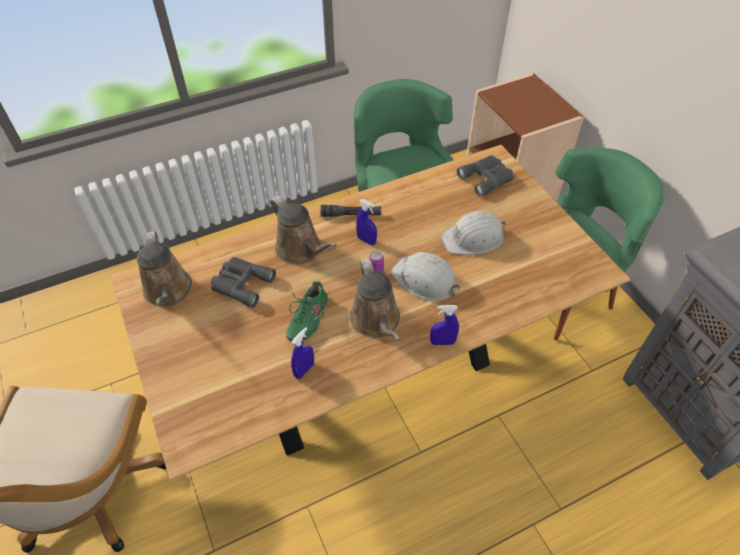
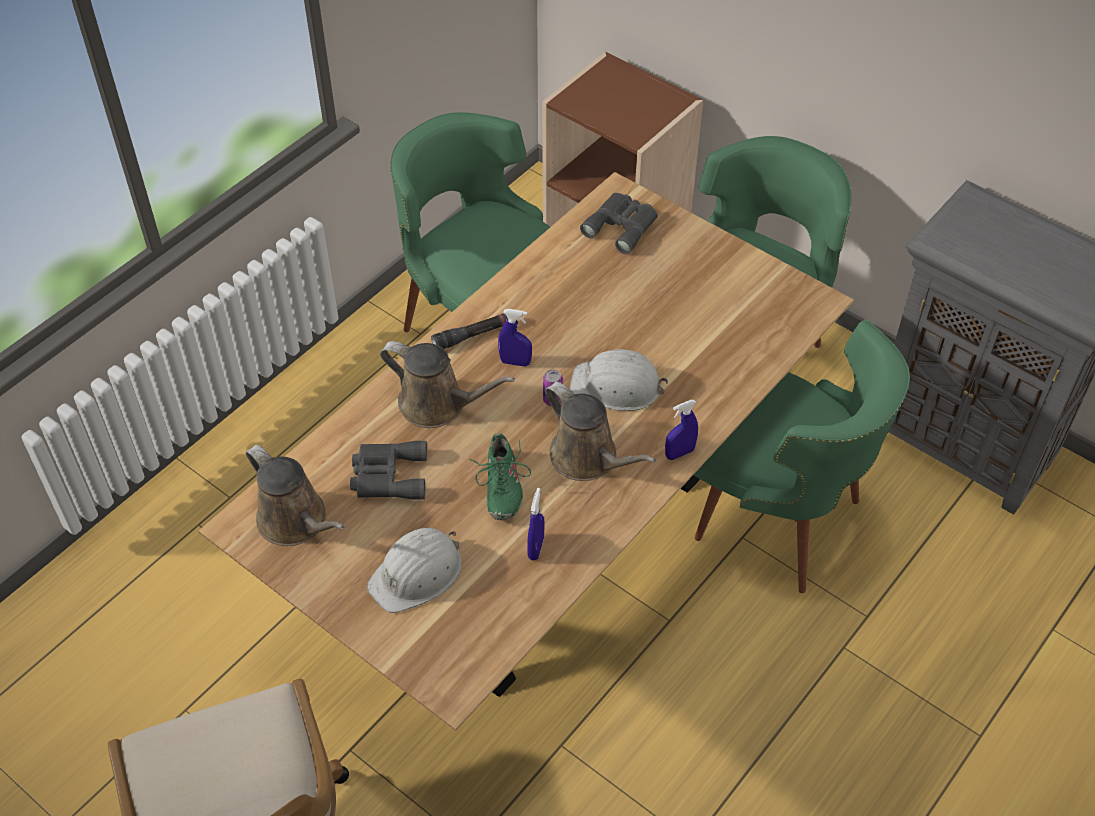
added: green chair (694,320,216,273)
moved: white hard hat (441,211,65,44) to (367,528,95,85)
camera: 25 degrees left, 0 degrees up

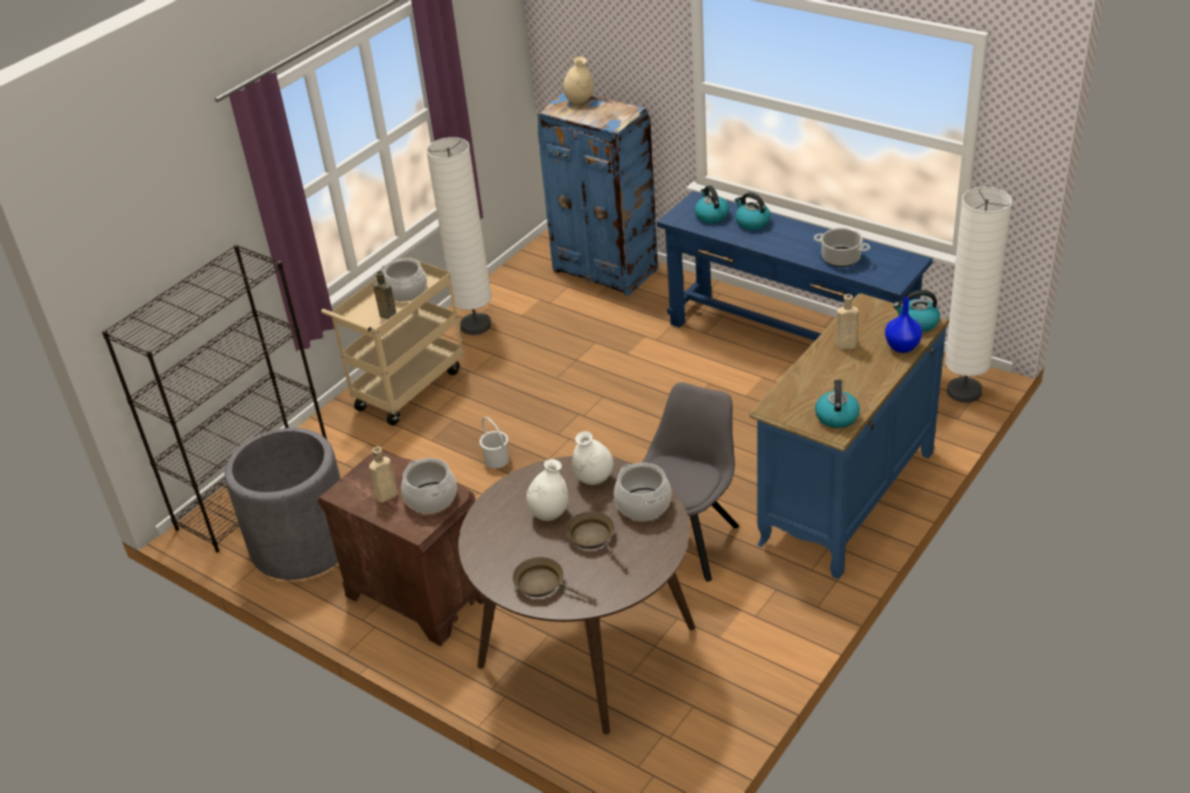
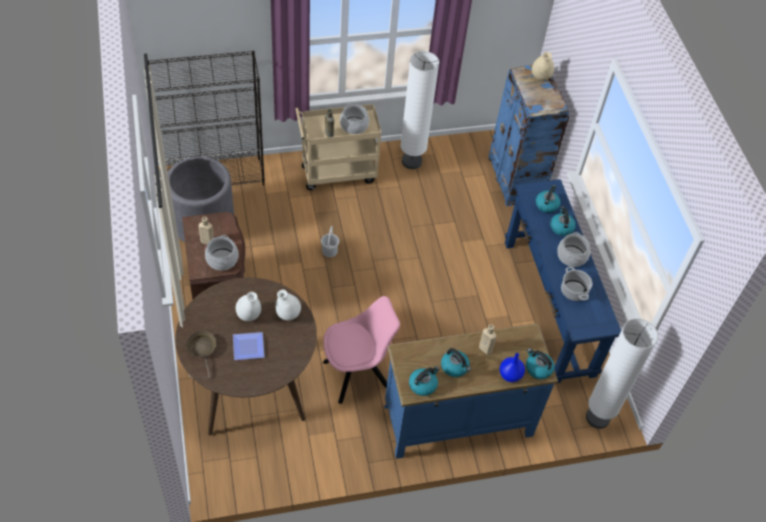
added: kettle (441,348,30,29)
moved: cooking pot (614,463,57,58) to (557,232,33,35)
replaced: brown frying pan (565,511,63,60) to plate (233,332,32,28)
recoloured: grey chair (642,383,97,199) to pink chair (323,296,77,108)
camera: 35 degrees right, 15 degrees up

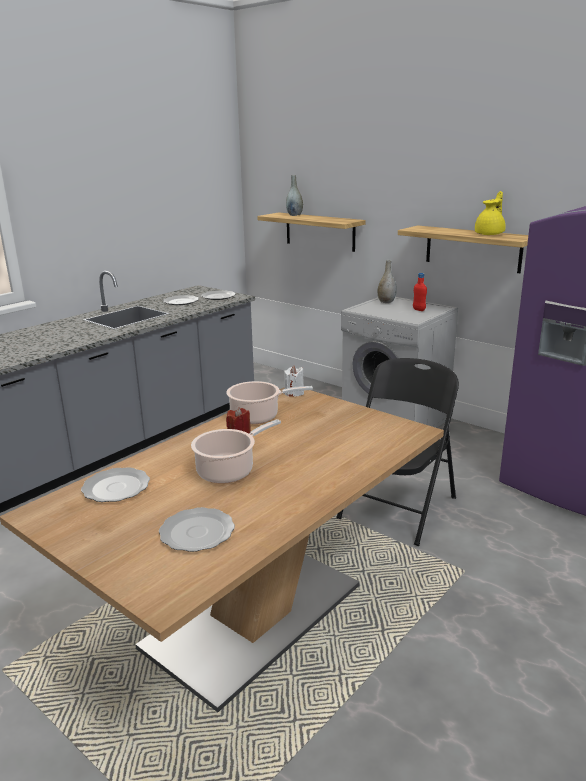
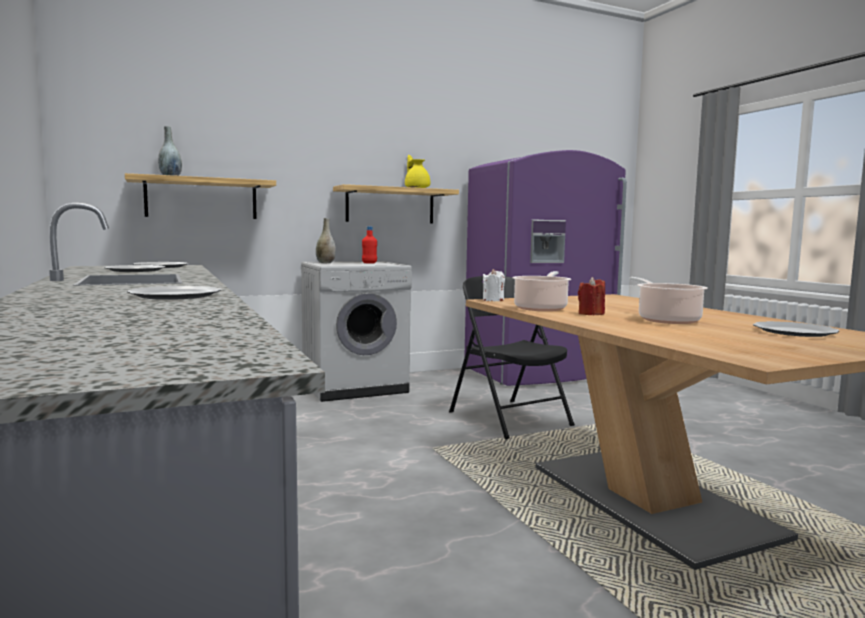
moved: plate (81,467,69,35) to (127,286,95,14)
camera: 65 degrees left, 15 degrees down

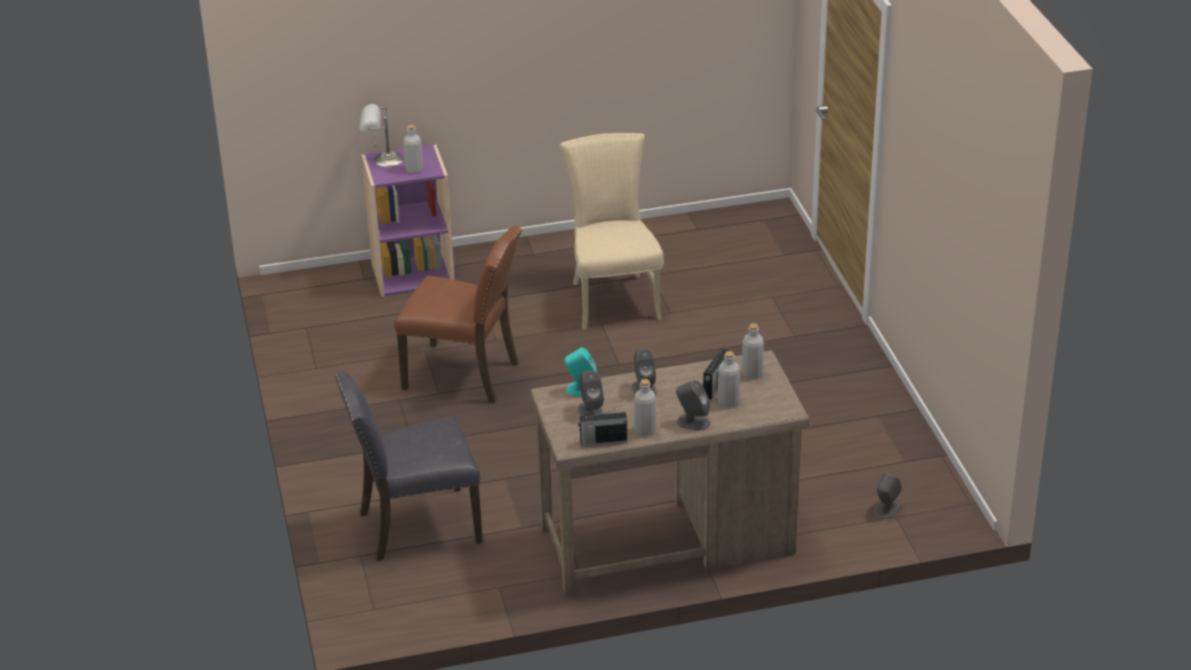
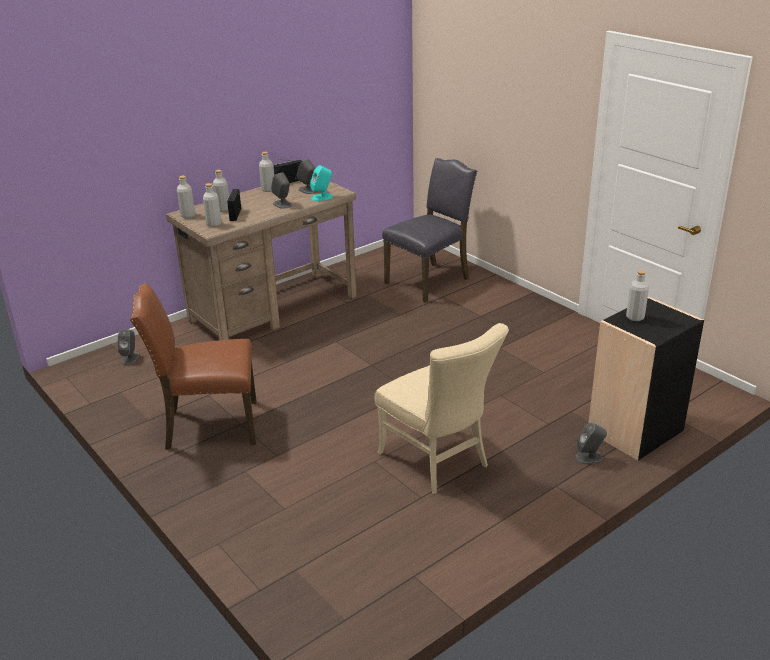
removed: white table lamp (360,104,44,63)
added: grey bottle (177,176,18,42)
moved: brown chair (394,226,128,177) to (130,283,127,167); grey speaker (676,380,34,50) to (575,423,32,41)
recoloured: purple bookcase (361,144,94,153) to black bookcase (589,297,115,163)
camera: 155 degrees right, 5 degrees down

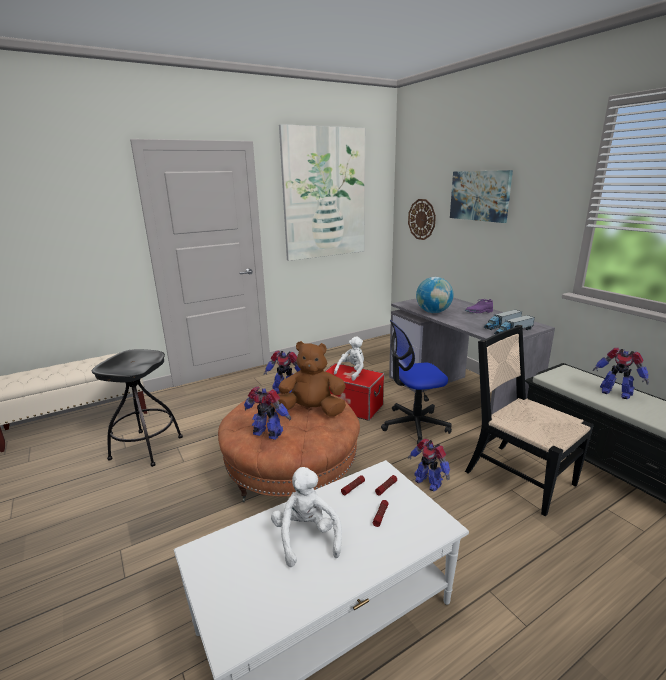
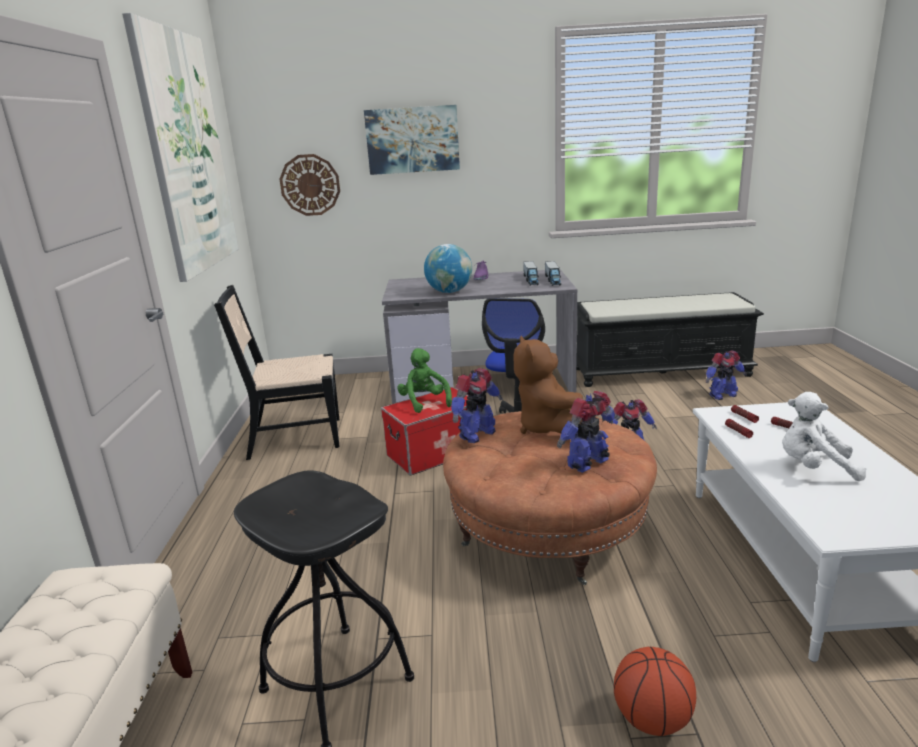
added: basketball (614,647,82,89)
moved: chair (465,325,129,191) to (214,285,126,175); toy robot (593,348,56,51) to (706,350,41,50)
recoloured: white plush toy (334,336,30,45) to green plush toy (397,348,55,65)
turned: brown plush toy (274,341,72,75) = (513,335,70,99) 45 degrees counterclockwise
camera: 60 degrees left, 0 degrees up

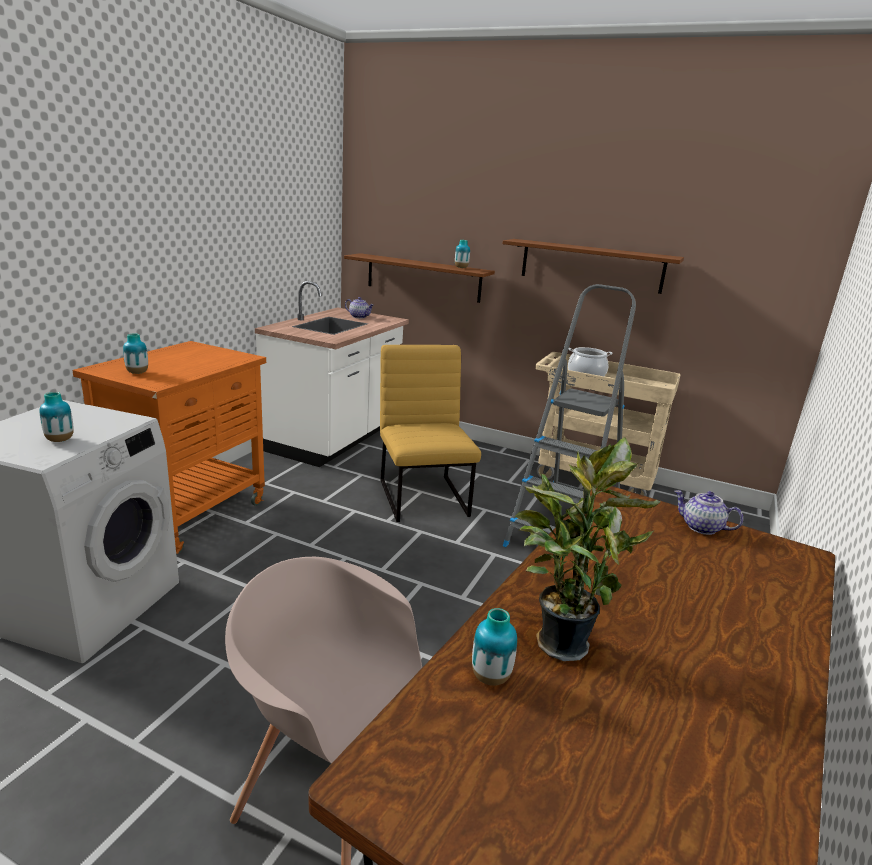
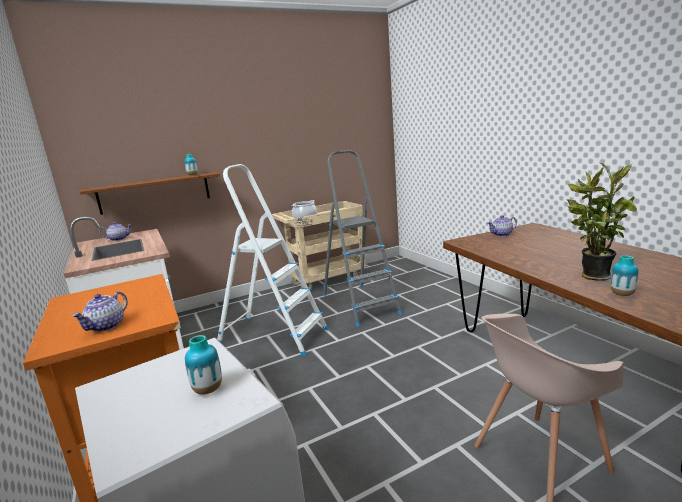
removed: brown shelf (503,239,181,55)
replaced: vase (123,333,25,41) to teapot (72,291,56,41); yellow chair (380,345,101,177) to white step ladder (217,164,112,192)
camera: 50 degrees left, 5 degrees down

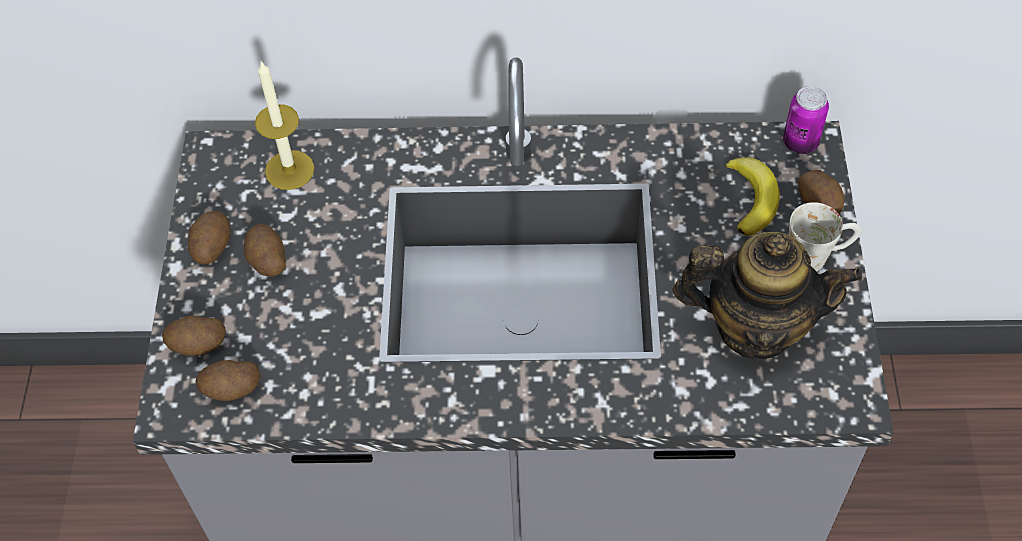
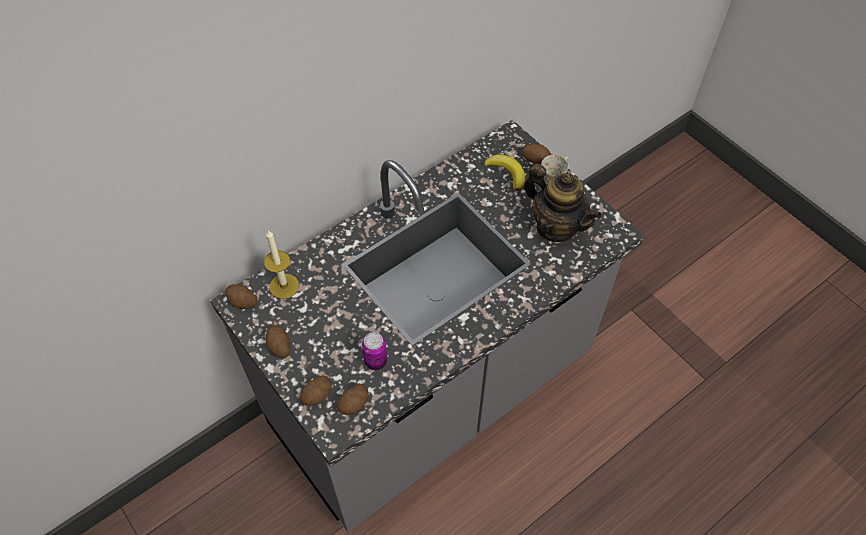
moved: can (783,86,46,68) to (362,332,25,38); potato (244,224,42,53) to (225,284,32,25)
turned: teapot (672,232,190,127) = (524,164,78,78) 75 degrees clockwise
camera: 40 degrees left, 0 degrees up

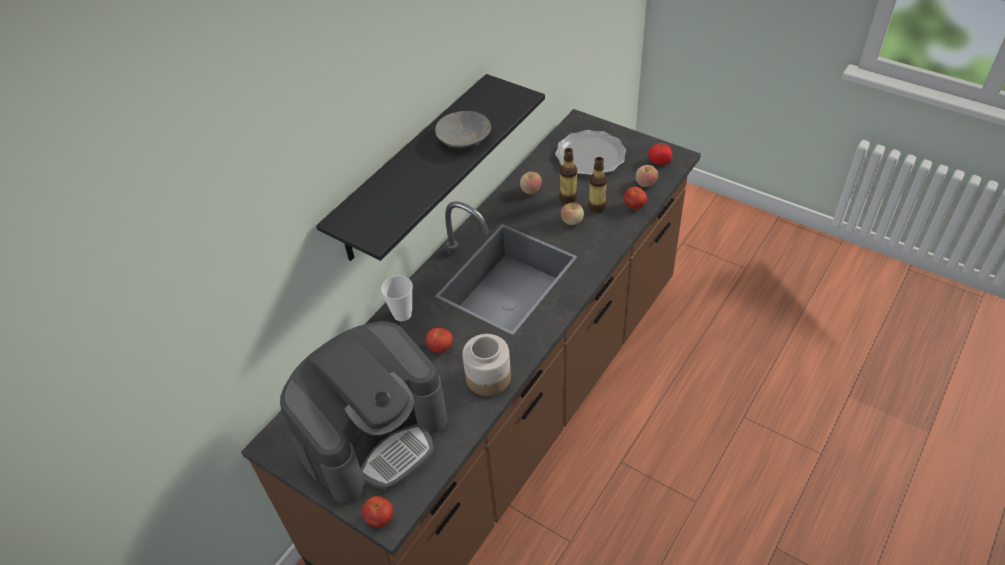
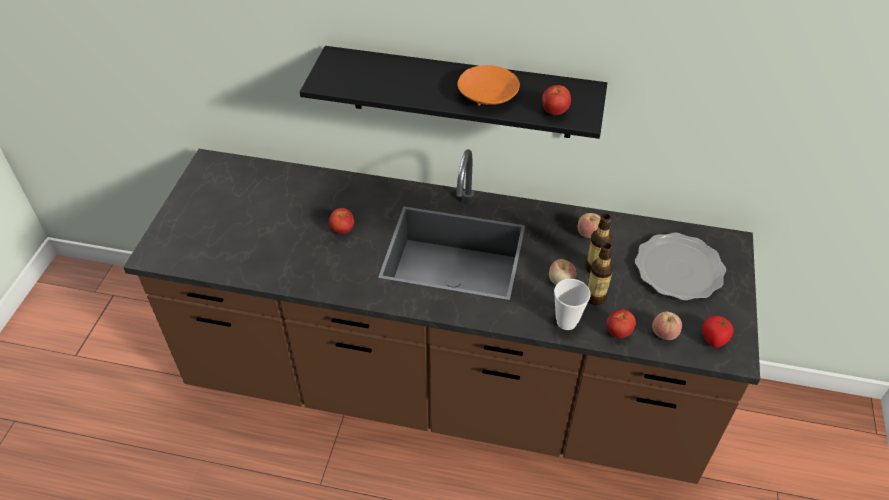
removed: coffee machine (280,321,168,182); jar (462,334,49,62)
moved: cup (381,276,32,46) to (554,279,37,51); tomato (362,496,32,32) to (542,85,29,30)
recoloured: grey bowl (435,111,56,37) to orange bowl (457,65,63,41)
camera: 65 degrees right, 0 degrees up

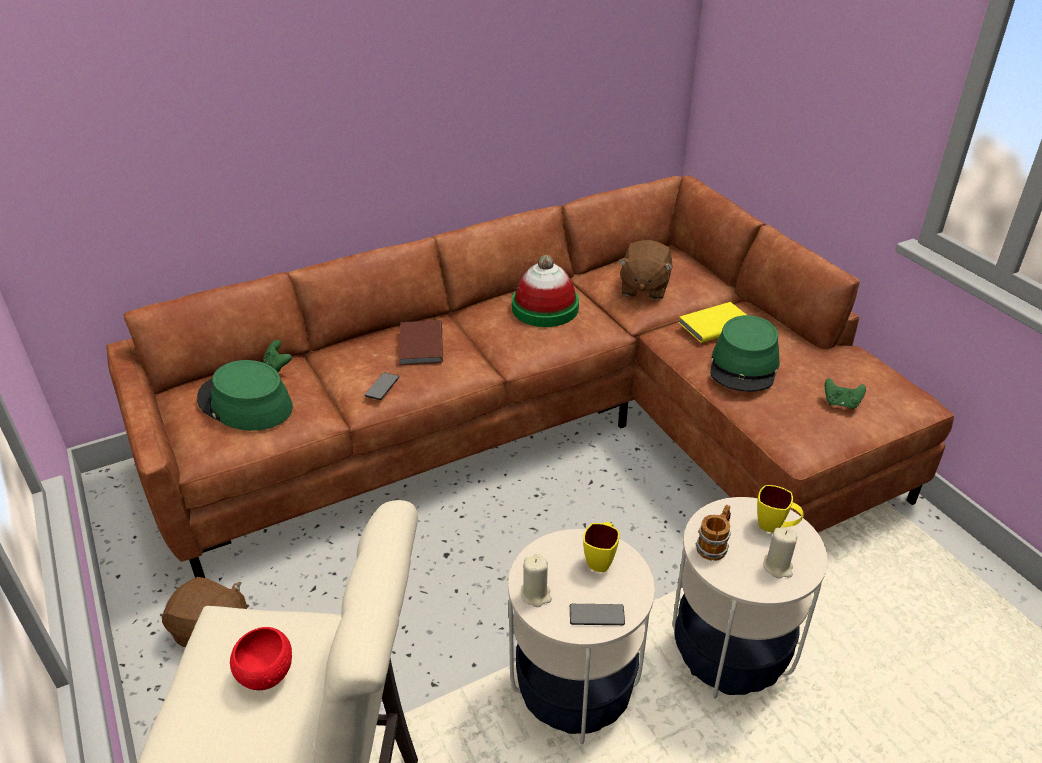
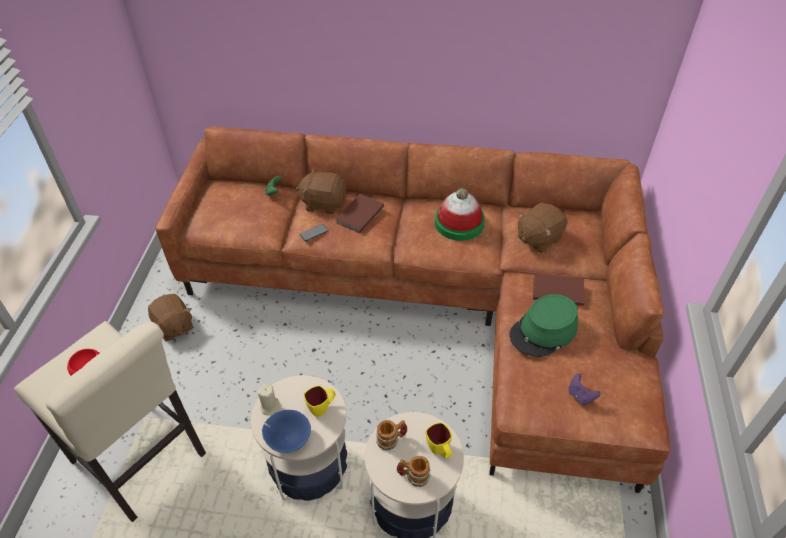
removed: green hat (197,360,96,71)
added: brown plush toy (296,168,50,46)
replaced: beige candle (763,527,34,51) to mug (397,456,34,31); phone (570,604,55,21) to blue bowl (262,410,49,43)
recoloured: yellow book (678,302,68,41) to brown book (533,273,52,33); green game controller (825,378,41,31) to purple game controller (568,374,33,31)
camera: 35 degrees right, 10 degrees up

